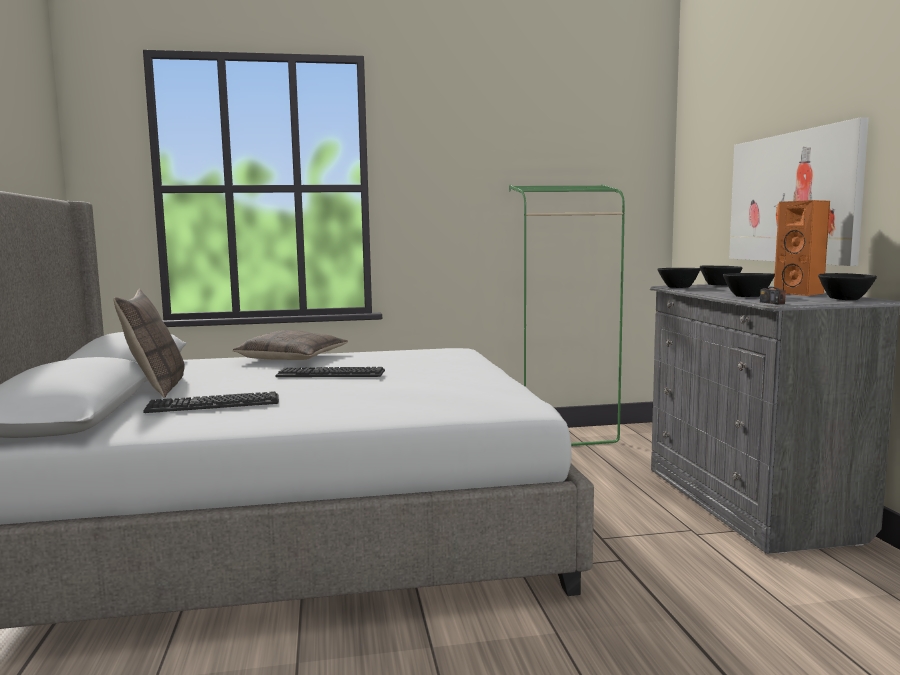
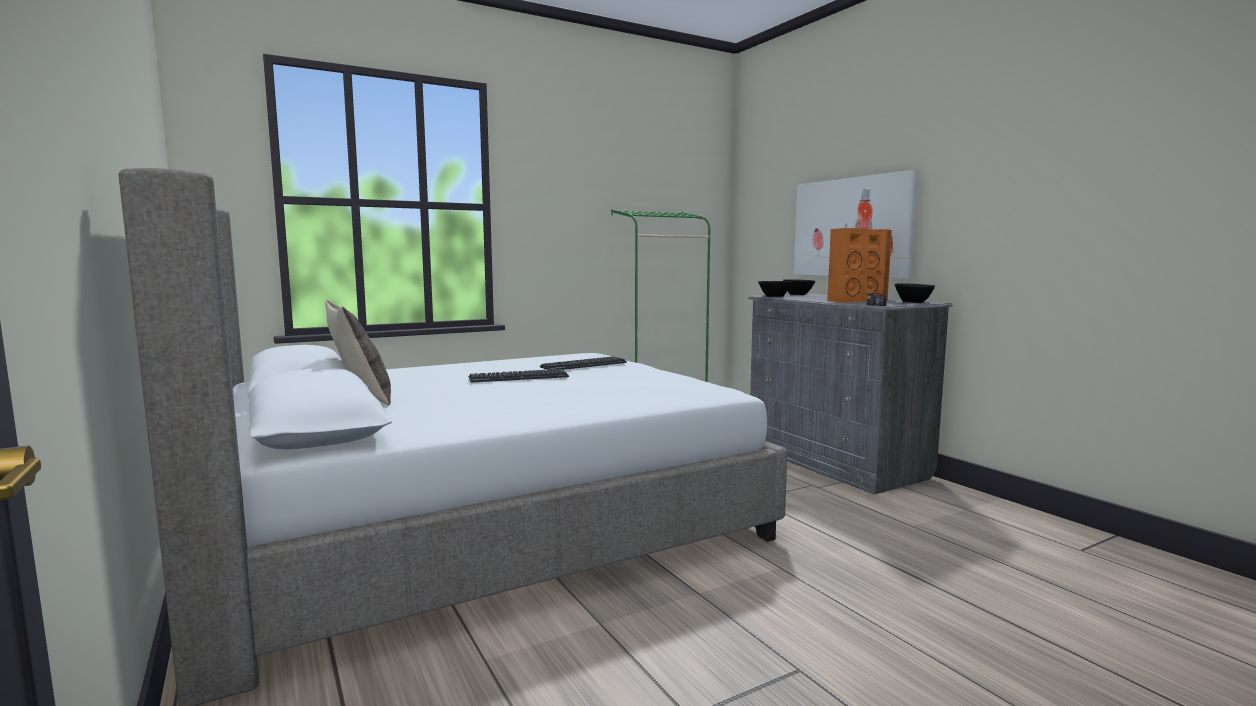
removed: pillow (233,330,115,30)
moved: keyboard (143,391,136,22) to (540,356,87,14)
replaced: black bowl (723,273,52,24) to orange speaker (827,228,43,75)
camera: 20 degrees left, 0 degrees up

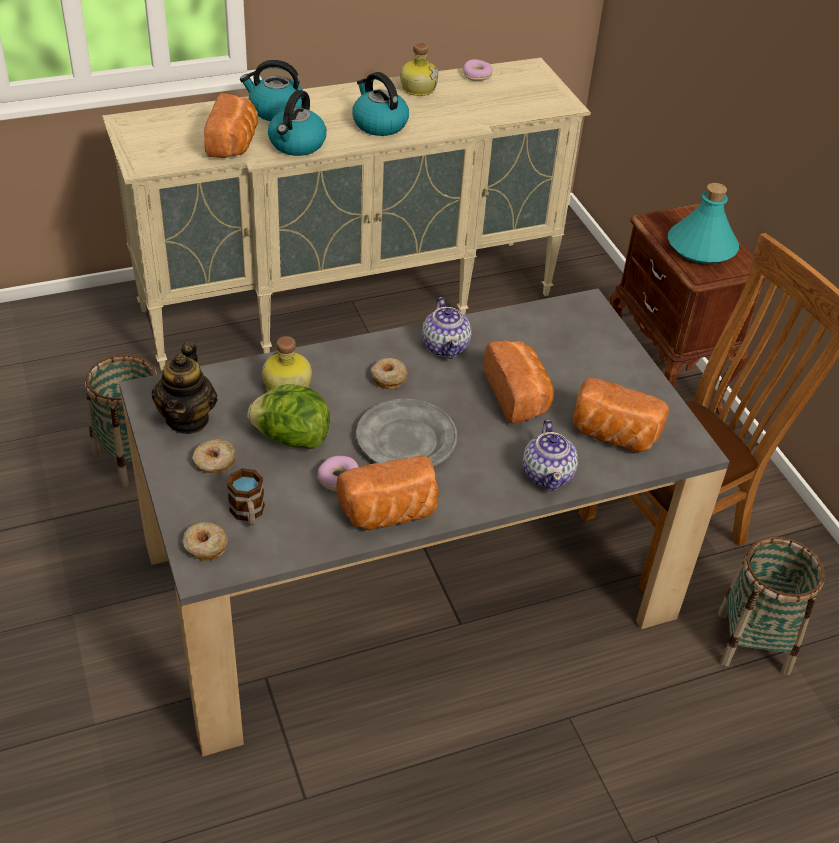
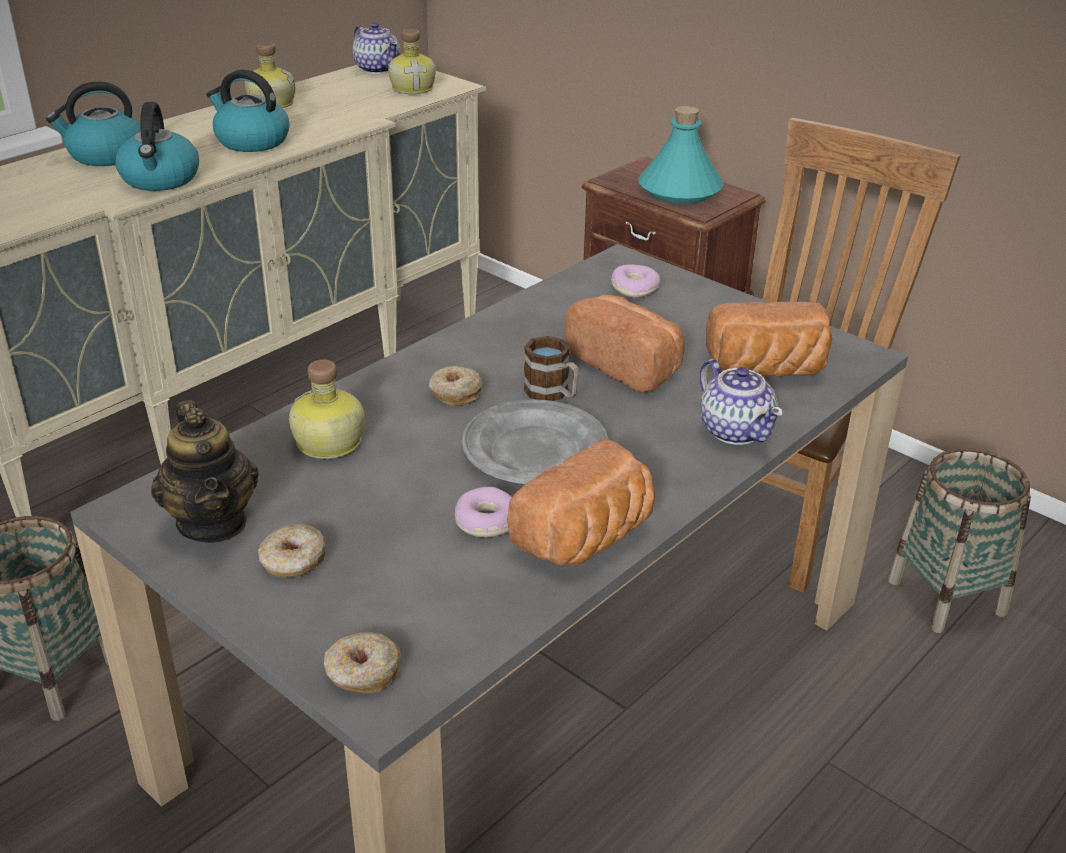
removed: bread (204,93,54,65); lettuce (247,384,82,65)
added: bottle (388,29,48,65)
moved: donut (463,59,30,22) to (611,265,49,33); teapot (422,297,49,62) to (353,22,47,52); mug (227,468,38,58) to (524,336,55,65)
camera: 25 degrees left, 10 degrees down

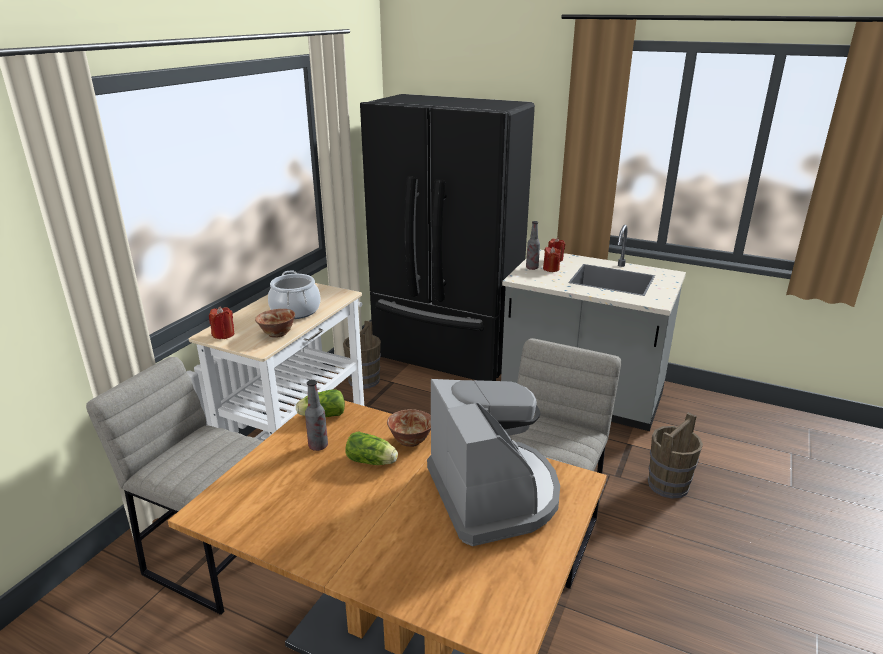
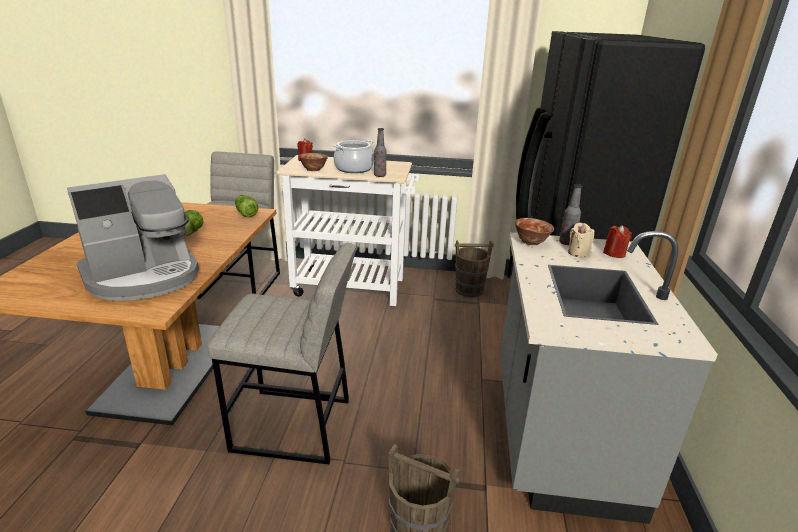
moved: bottle (305,380,23,71) to (374,128,13,49); bowl (387,409,44,38) to (515,218,39,27)
recoloured: red candle (543,247,18,25) to beige candle (568,223,26,34)
camera: 70 degrees right, 0 degrees up

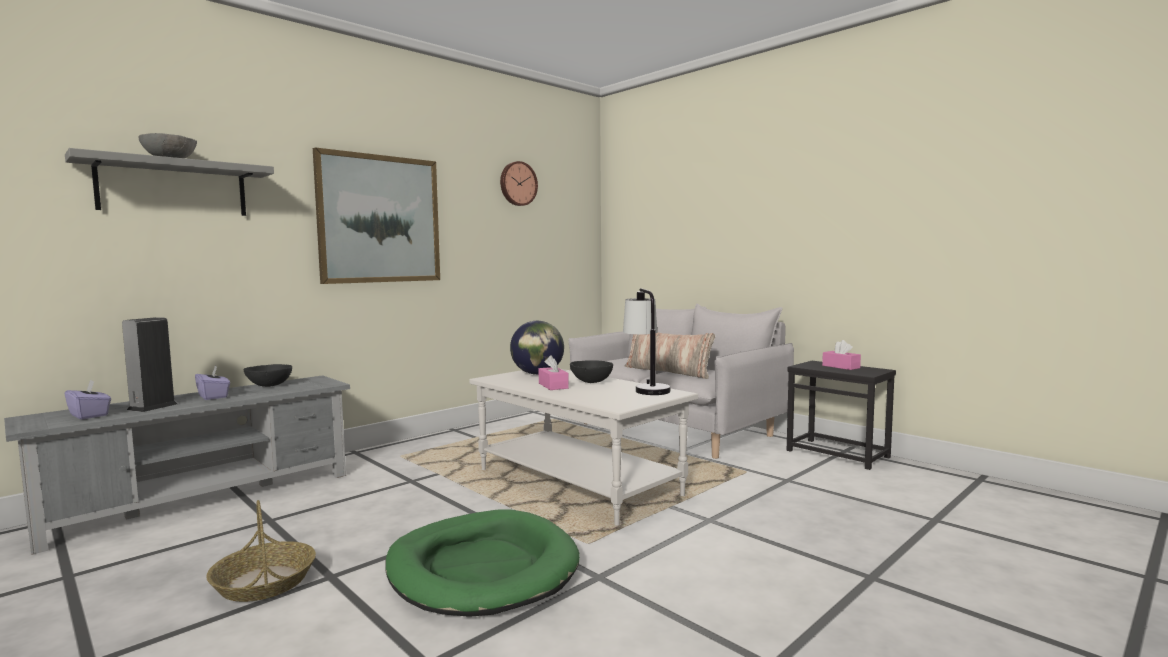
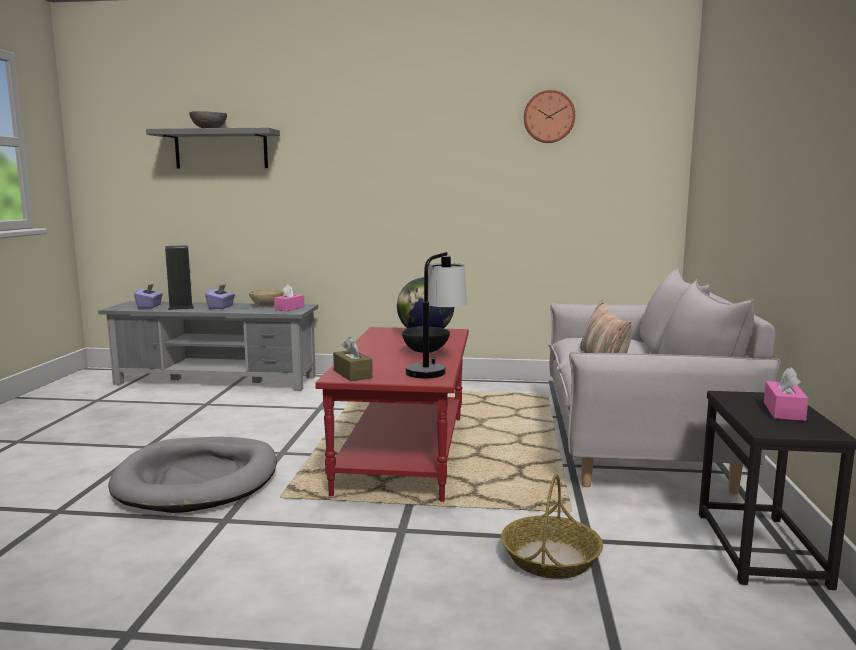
removed: picture (313,147,127,137)
added: brown tissue box (333,337,40,44)
moved: pink tissue box (539,355,30,35) to (274,284,31,27); basket (206,500,110,102) to (501,474,102,105)
recoloured: black bowl (244,364,48,23) to beige bowl (249,289,34,18); white coffee table (470,369,228,156) to red coffee table (315,327,154,175); green dog bed (385,509,195,108) to grey dog bed (108,437,169,76)
camera: 50 degrees right, 5 degrees up

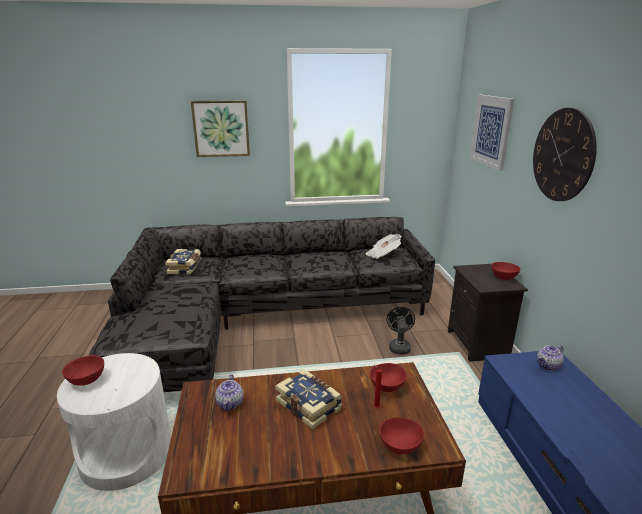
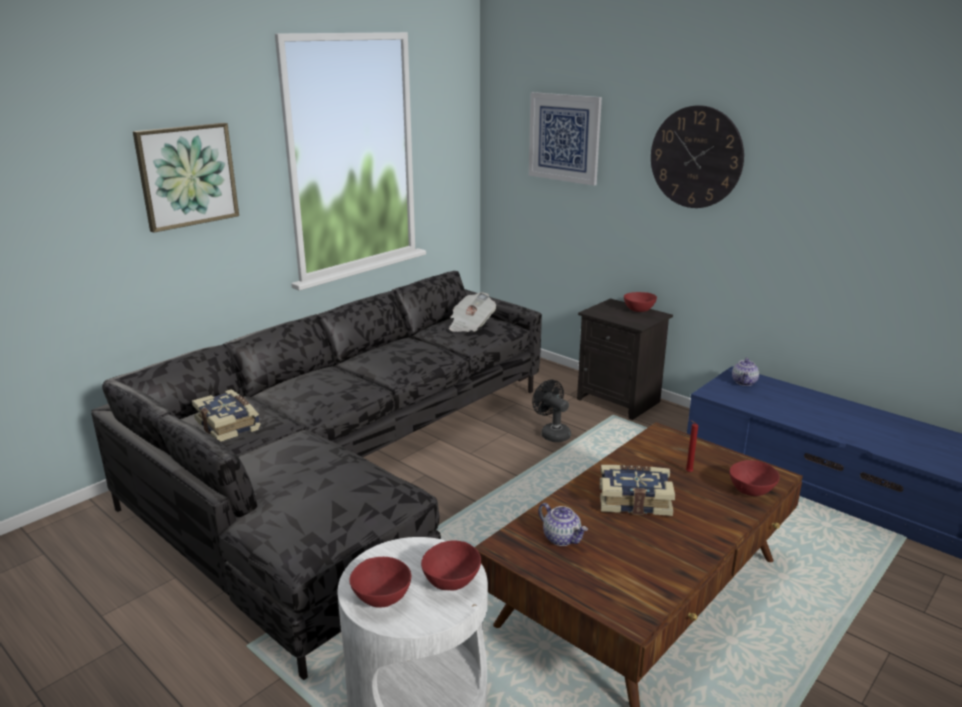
moved: red bowl (370,363,37,29) to (421,540,60,51)
camera: 40 degrees left, 0 degrees up

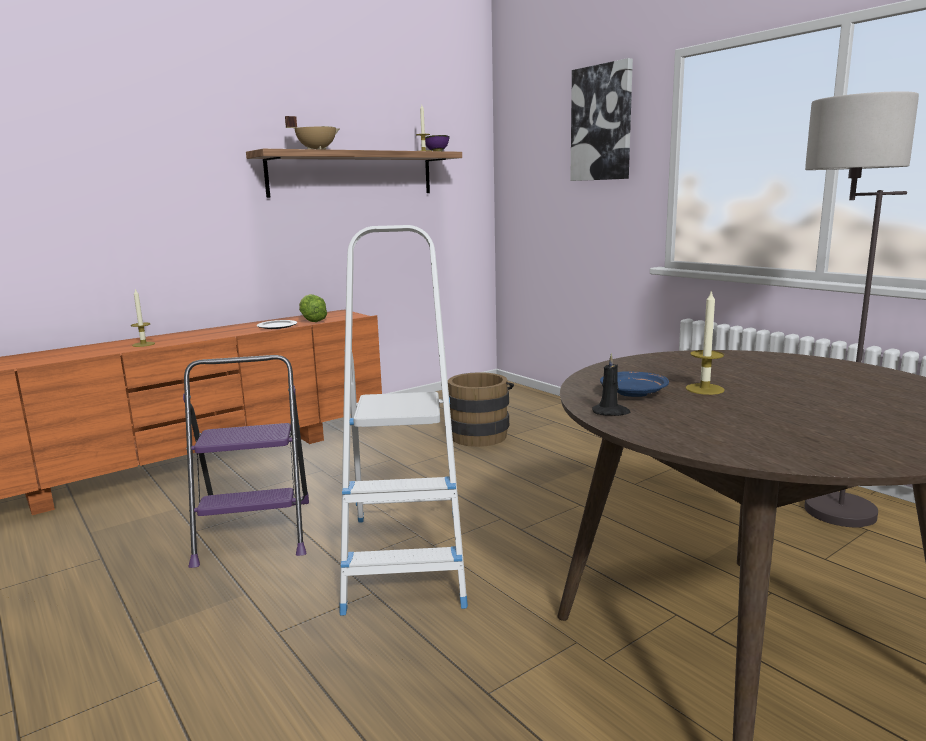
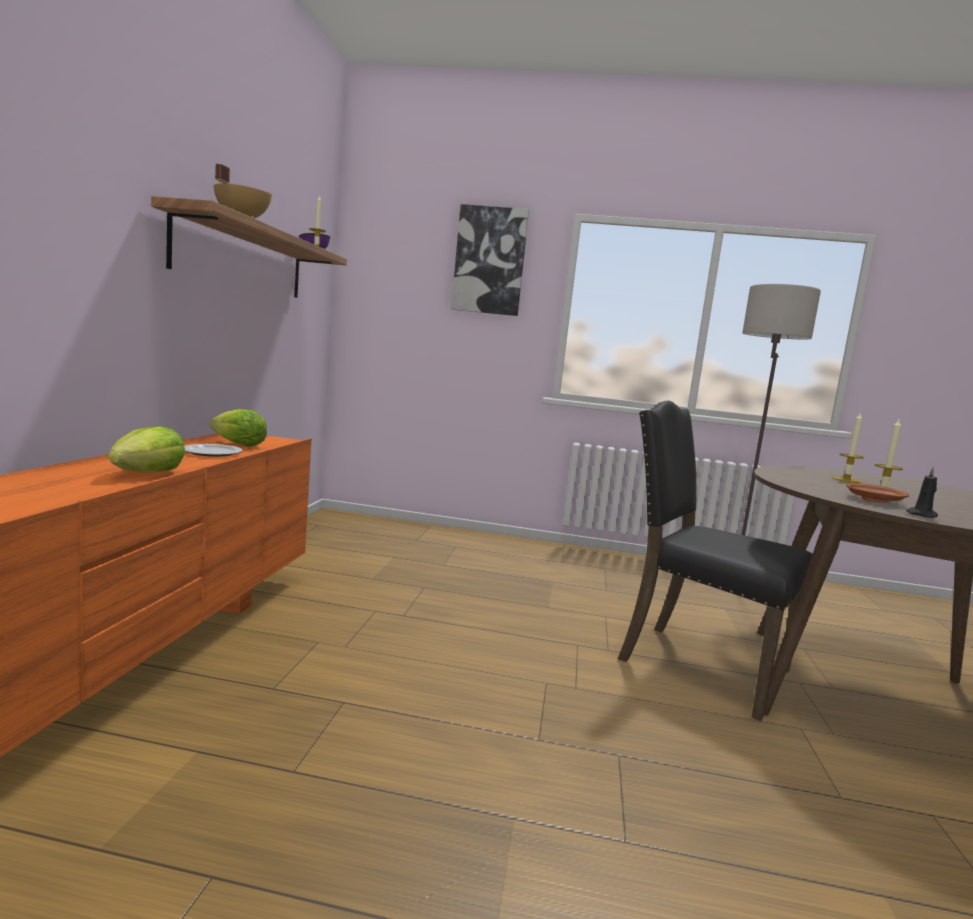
removed: white step ladder (339,225,129,391); purple step ladder (183,355,126,213); brown bucket (441,372,73,75)
added: black chair (618,401,195,320); lettuce (108,426,77,46)
moved: candle (131,288,24,59) to (833,412,31,71)
recoloured: blue plate (600,371,69,26) to brown plate (846,483,63,20)
camera: 45 degrees left, 5 degrees down

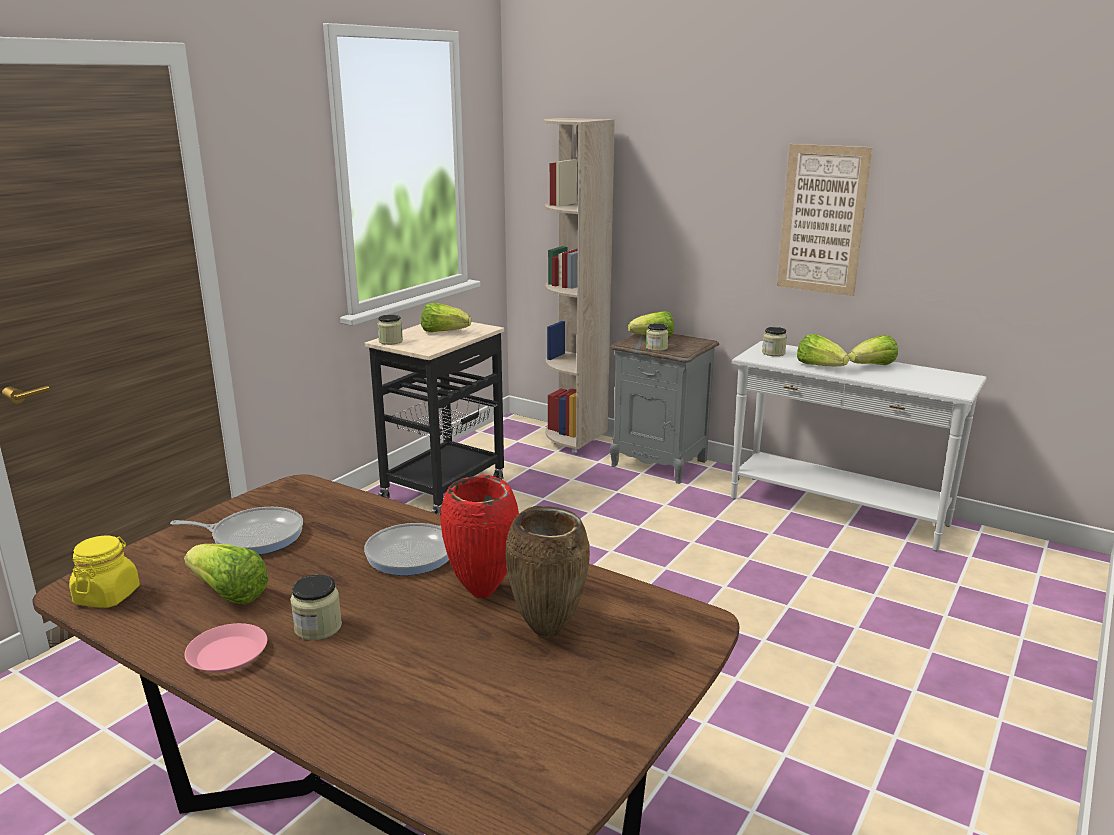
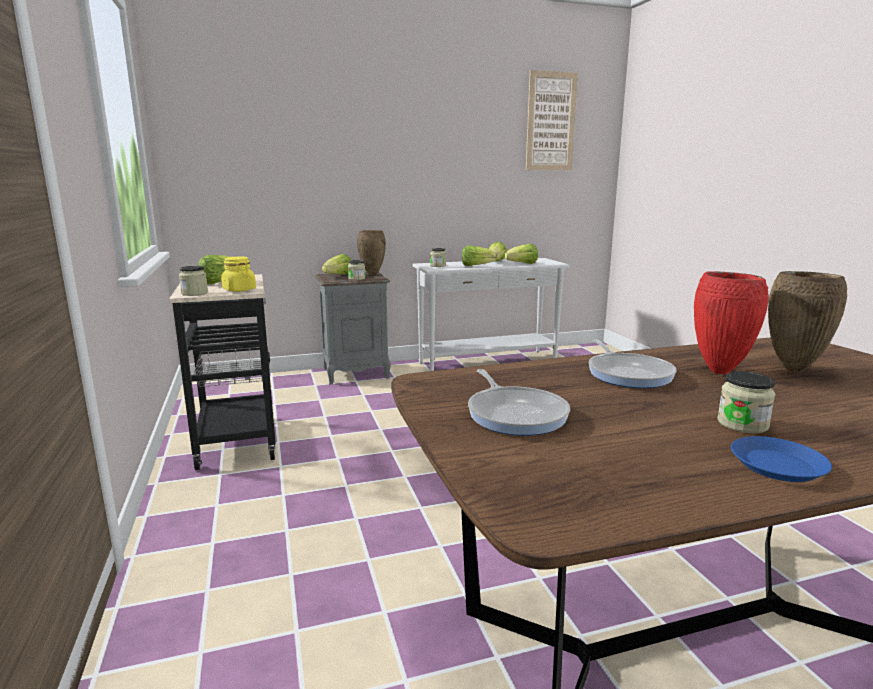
removed: beige bookcase (544,118,71,335)
added: brown vase (357,230,29,45)
moved: picture (777,144,96,152) to (526,70,52,100); yellow jar (69,535,71,73) to (221,257,35,35); lettuce (184,544,85,61) to (505,244,33,20)
recoloured: pink plate (184,623,83,50) to blue plate (731,436,101,46)
turned: frying pan (170,507,133,48) = (468,369,102,67) 120 degrees clockwise
camera: 50 degrees left, 5 degrees down

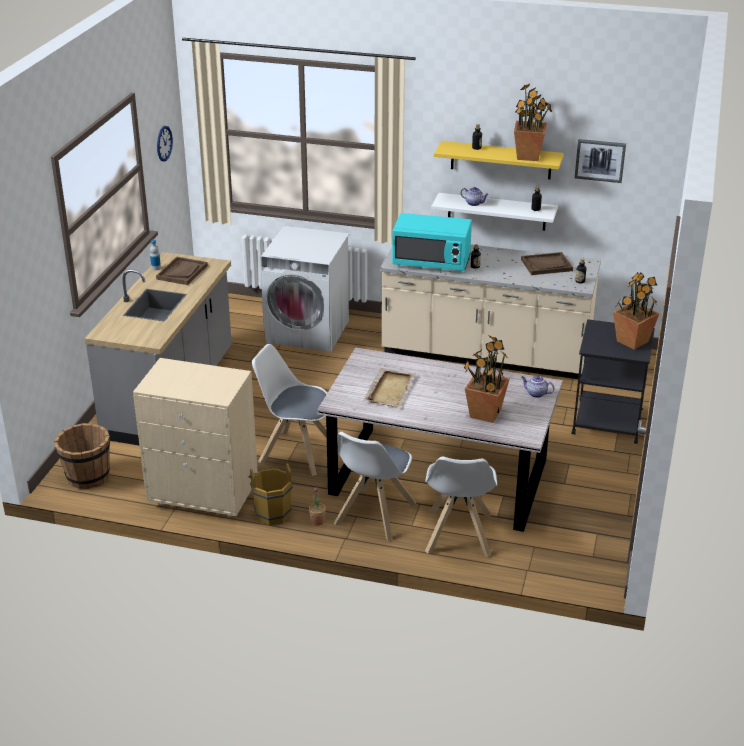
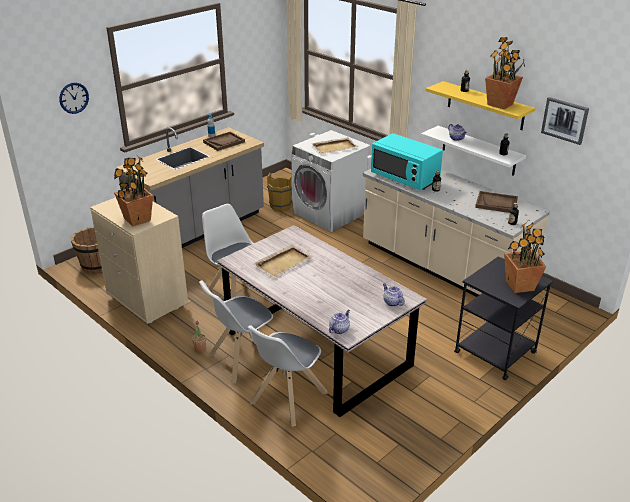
added: beige tray (311,137,47,17); teapot (329,310,21,24)
moved: wall clock (157,126,16,36) to (59,82,30,32); potted plant (464,336,46,87) to (114,154,39,73); brown bucket (248,463,45,63) to (267,173,25,38)
camera: 30 degrees right, 0 degrees up

